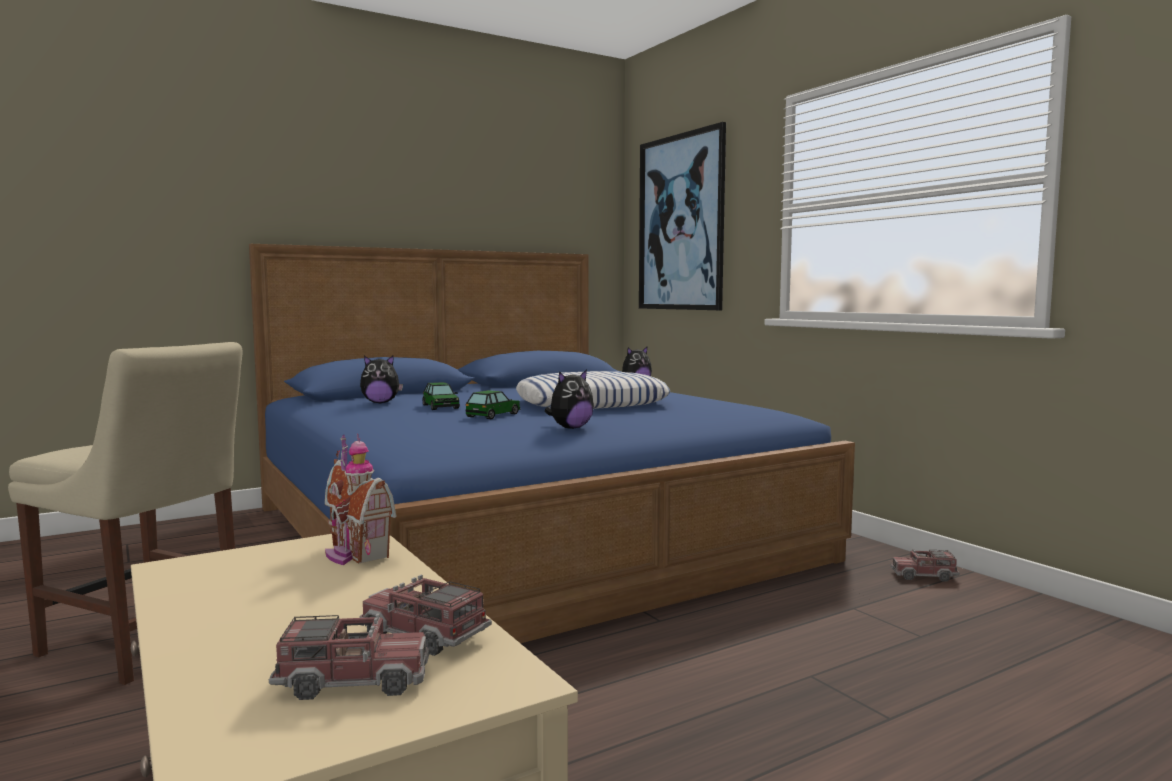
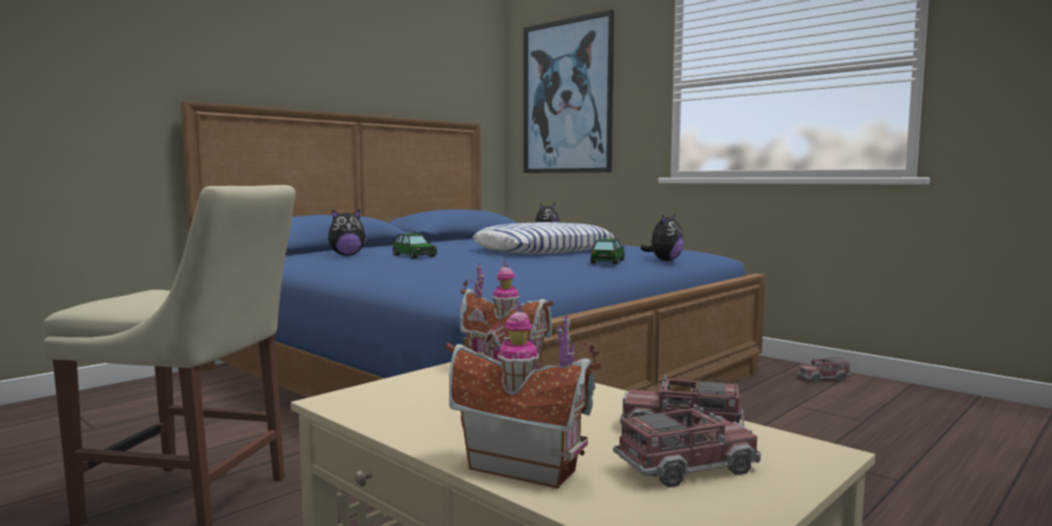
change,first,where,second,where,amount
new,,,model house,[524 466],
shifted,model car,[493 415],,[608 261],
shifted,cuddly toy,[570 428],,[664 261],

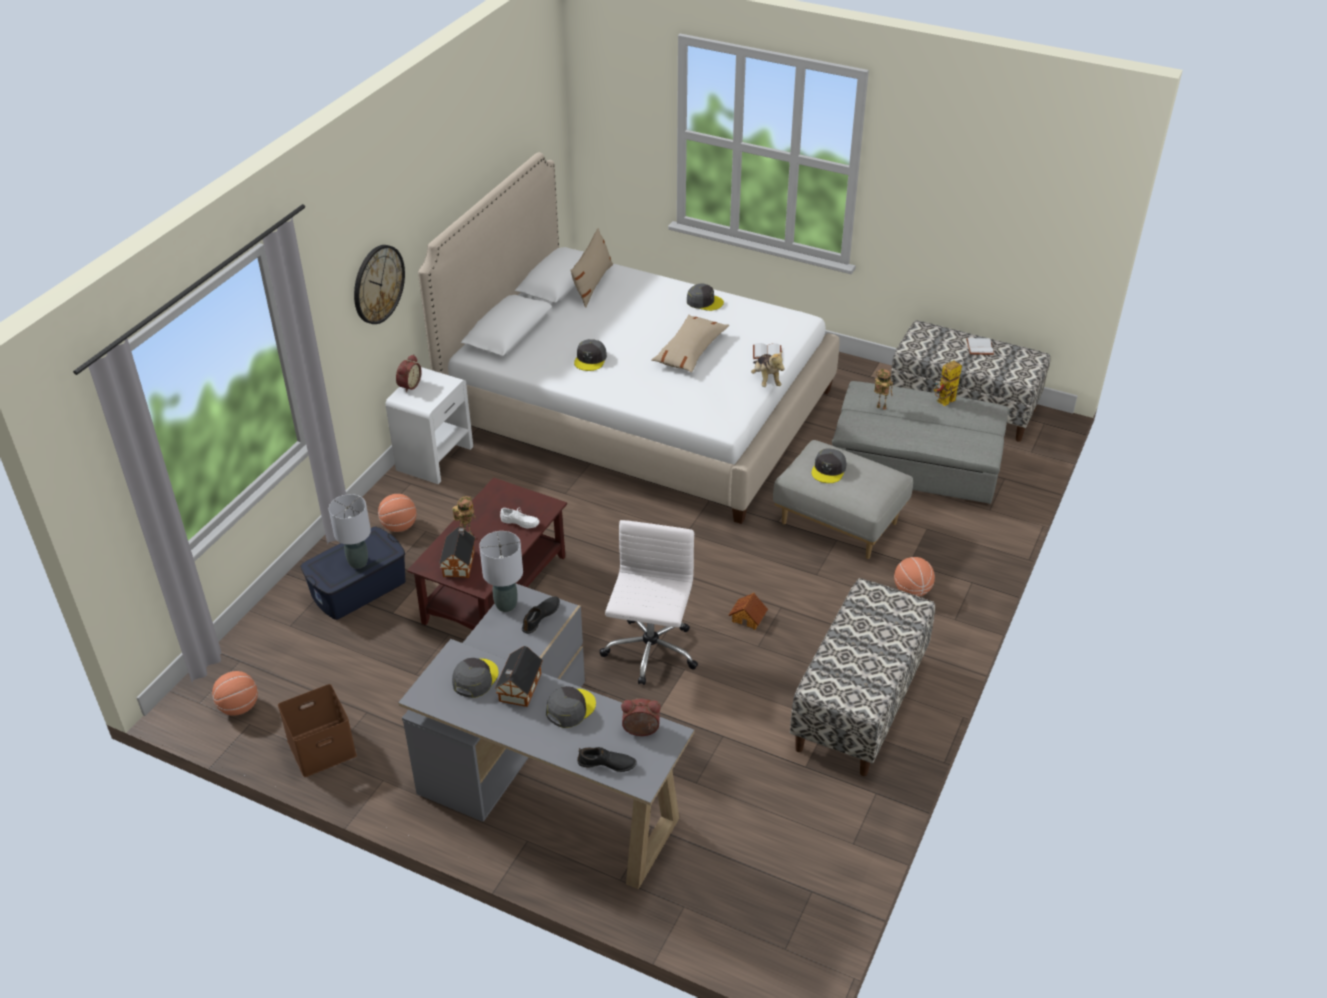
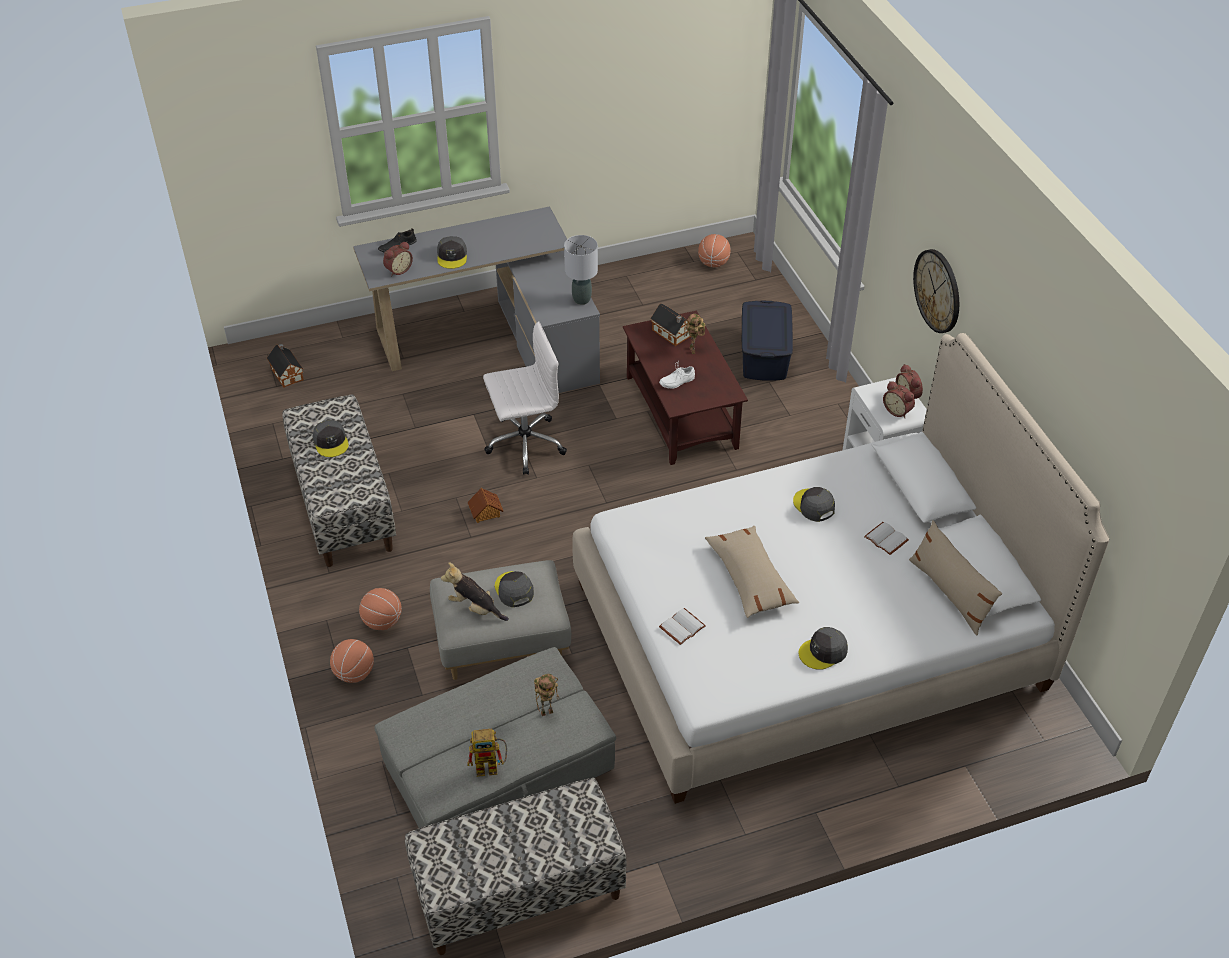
change,first,where,second,where,amount
gone,storage box in brown,[321 749],,,
gone,lamp for a table in greyish,[358 562],,,
gone,item of footwear in black,[541 617],,,
new,,,table clock,[898 410],
shifted,ball for basketball,[399 526],,[354 673],
shifted,peaked cap in greyish,[475 679],,[331 442],
shifted,model house,[519 689],,[287 373],
shifted,cuddly toy,[766 380],,[475 608],
shifted,volume in white,[978 347],,[887 539],
rotated,computer chair in white,[650 652],,[524 444],75 degrees counterclockwise
rotated,toy robot,[944 403],,[491 766],75 degrees clockwise

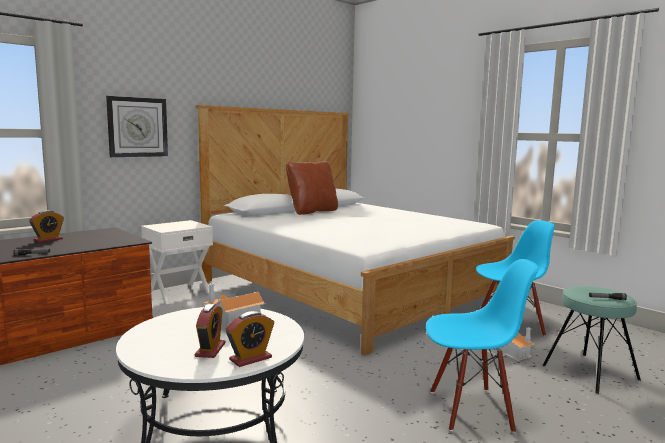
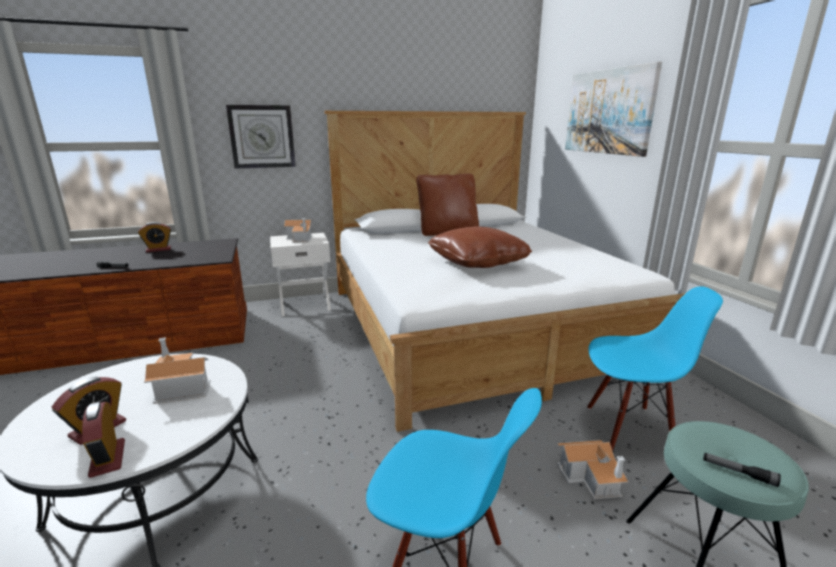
change,first,where,second,where,amount
new,,,model house,[301 238],
new,,,pillow in brown,[477 262],
new,,,wall art,[608 112],
rotated,table clock,[250 359],,[108 458],75 degrees clockwise

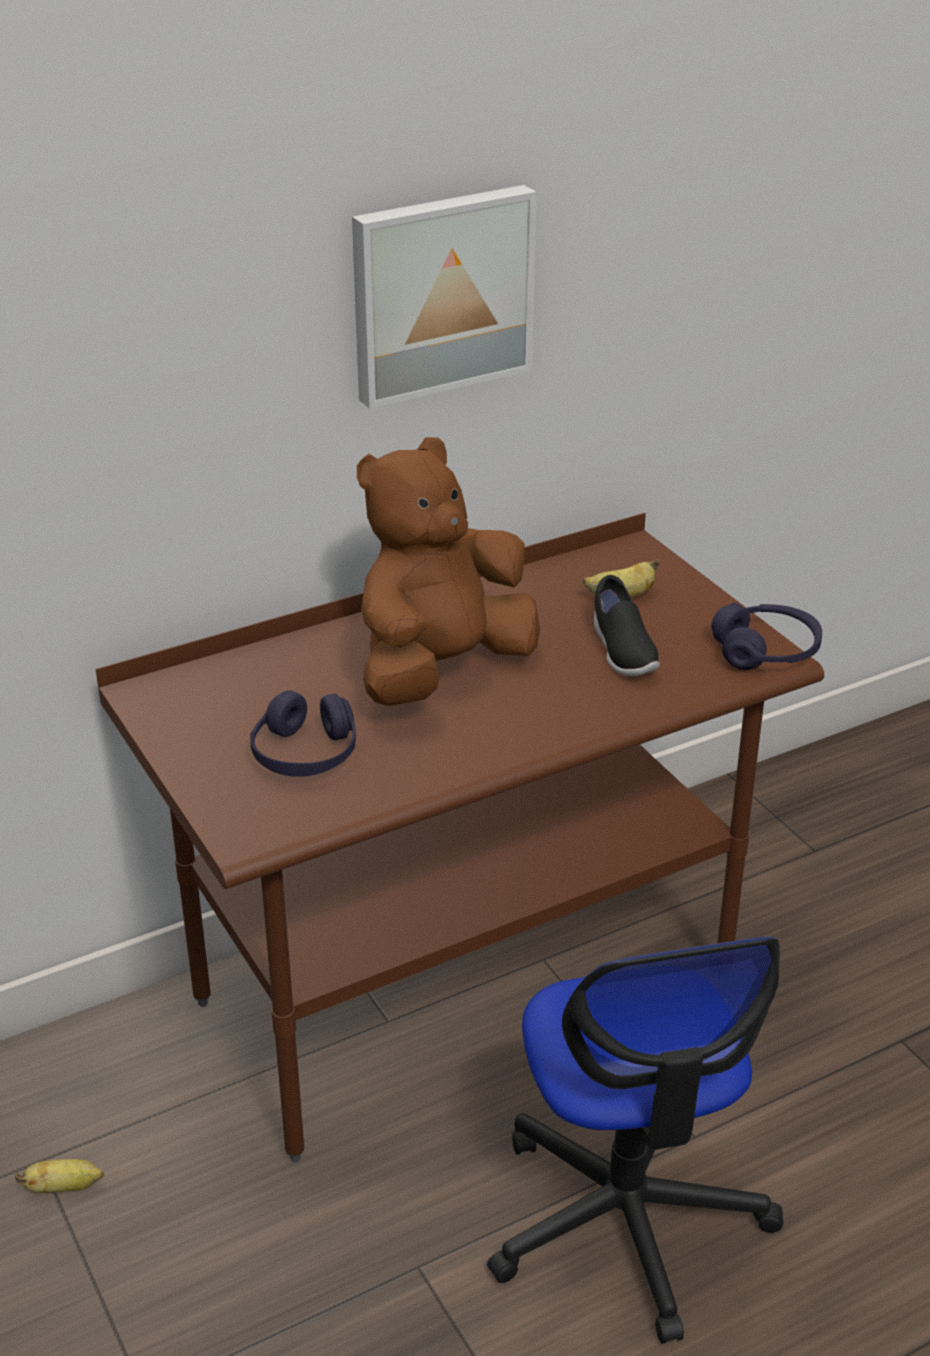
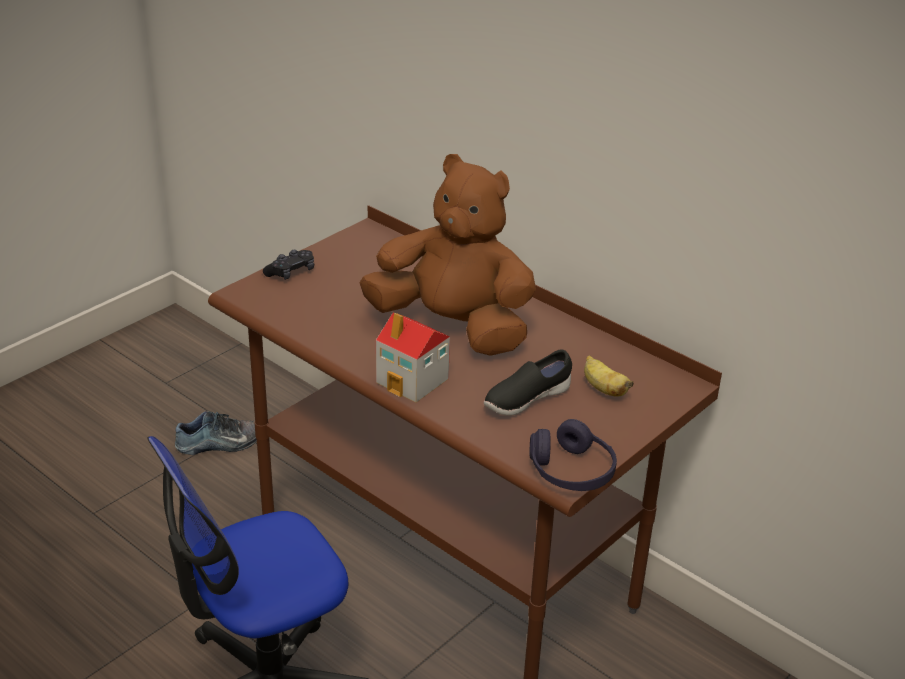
change,first,where,second,where,amount
gone,headphones in purplish,[305 754],,,
gone,wall art,[440 293],,,
new,,,game controller in black,[291 272],
new,,,model house,[413 381],
swapped,banana,[64 1188],item of footwear,[220 444],

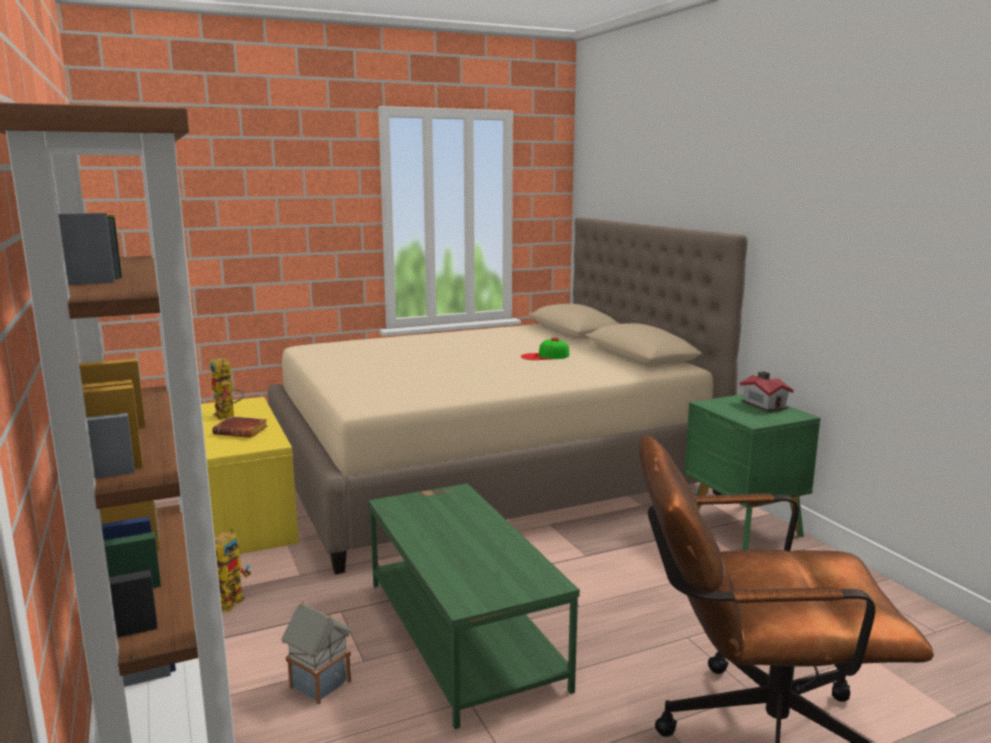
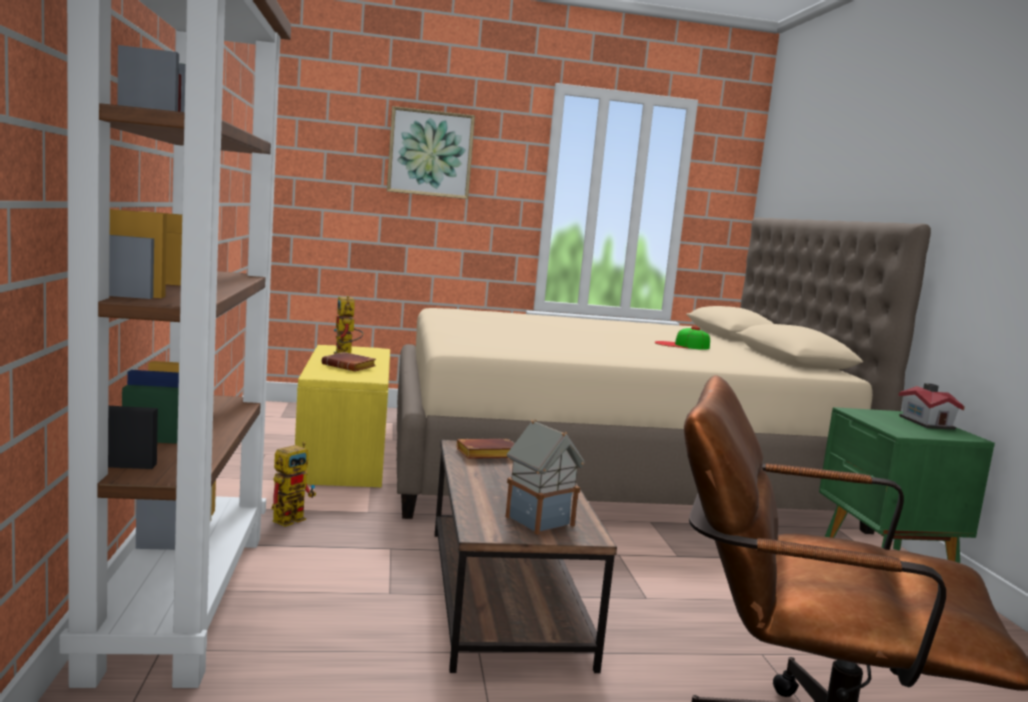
change,first,where,second,where,amount
new,,,wall art,[430 153],
new,,,volume in brown,[486 455],
shifted,model house,[319 684],,[538 520],
repainted,low table in green,[461 632],low table in brown,[502 592],

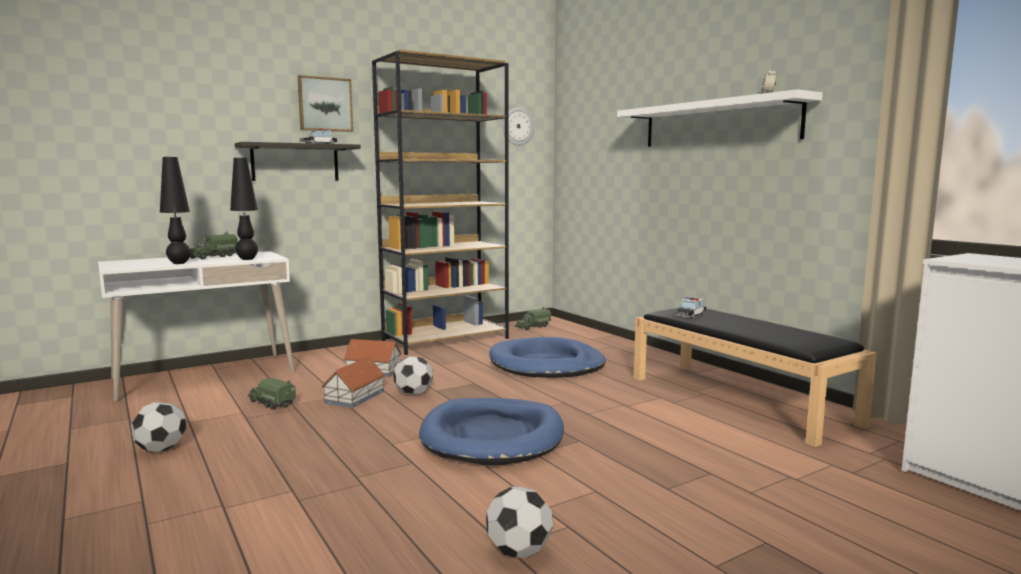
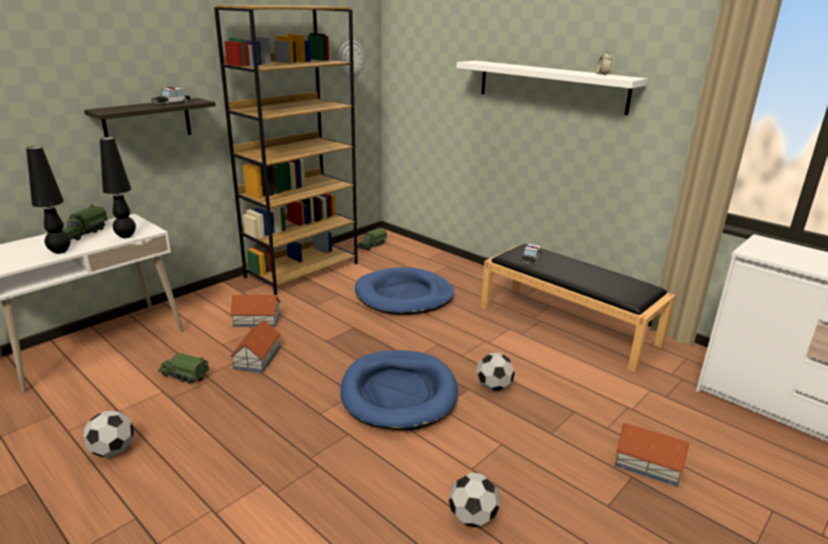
change,first,where,second,where,amount
gone,wall art,[325 104],,,
new,,,model house,[648 464],
shifted,football ball,[413 394],,[494 387],

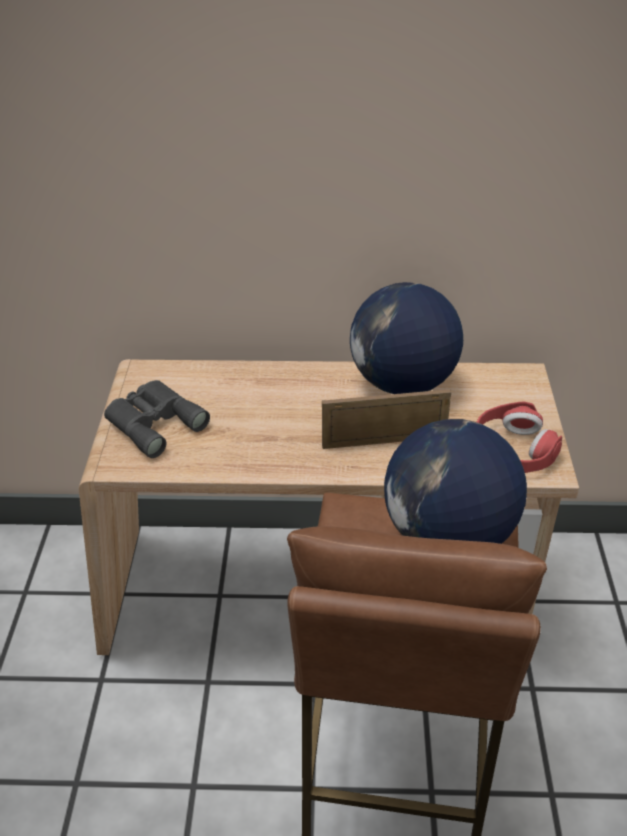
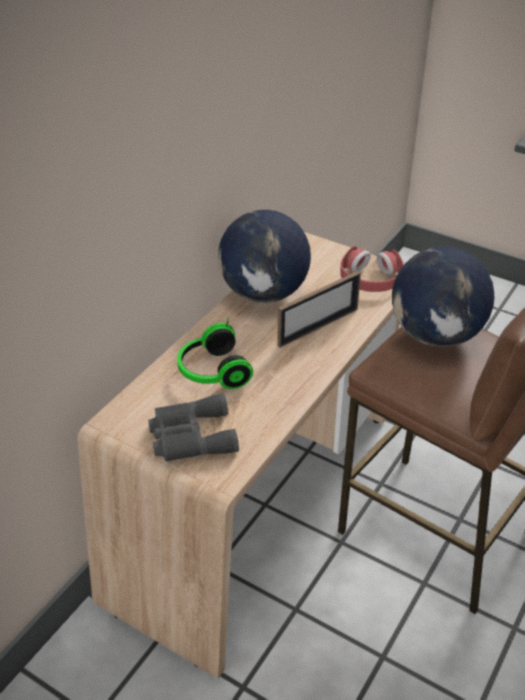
change,first,where,second,where,amount
new,,,headphones,[211 372],
rotated,standing frame,[384 441],,[318 327],150 degrees counterclockwise

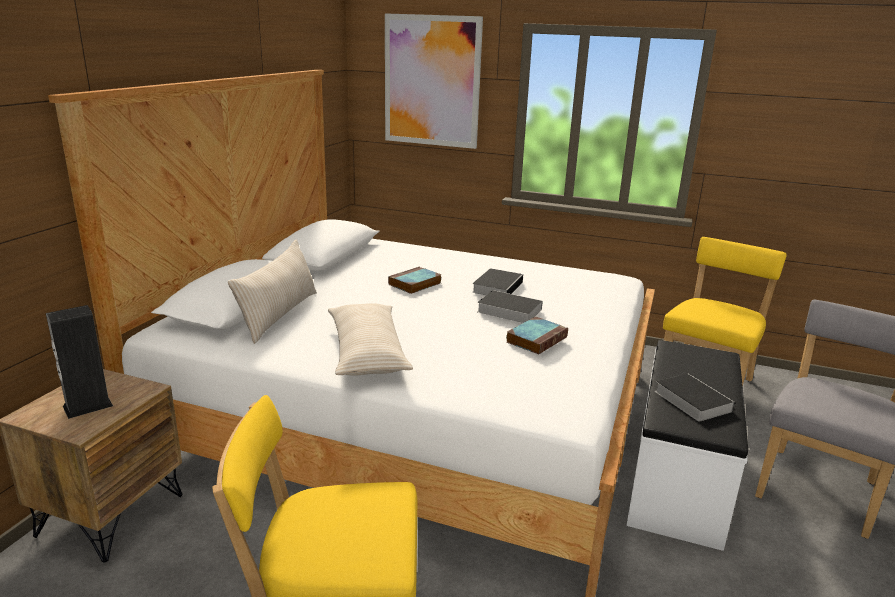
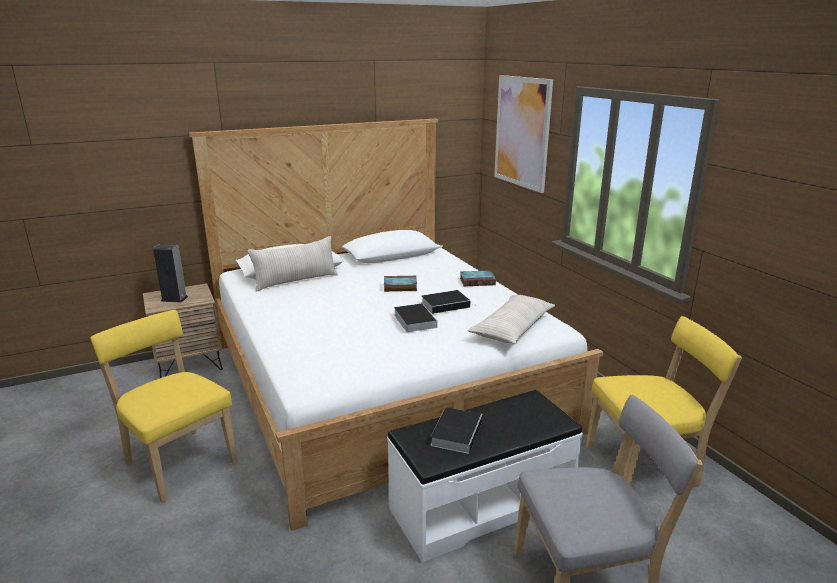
change,first,where,second,where,amount
shifted,pillow in sand-coloured,[367 352],,[512 328],
shifted,volume,[537 339],,[478 281],

